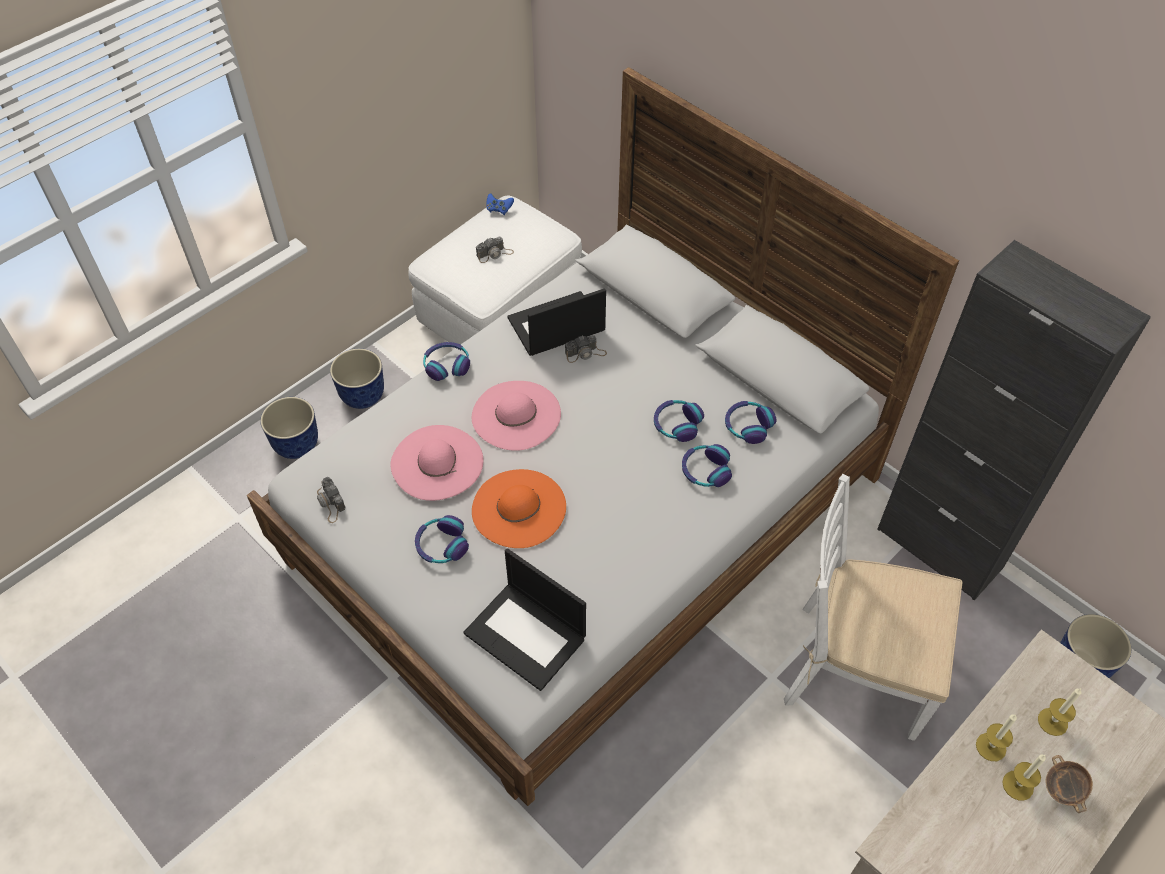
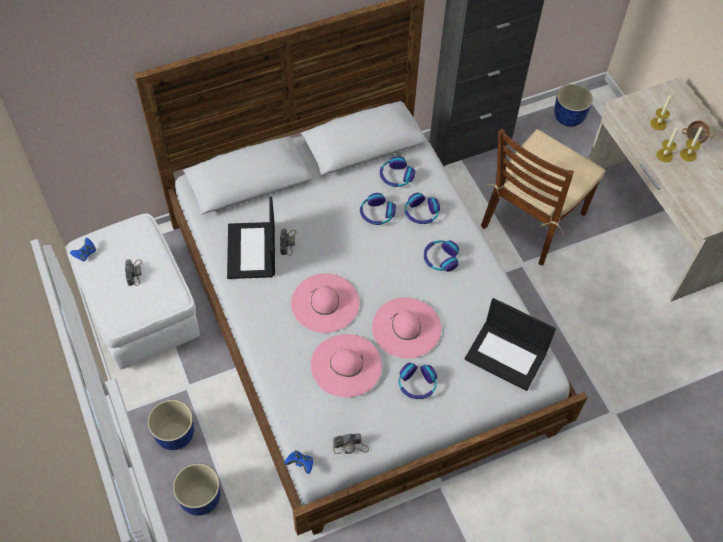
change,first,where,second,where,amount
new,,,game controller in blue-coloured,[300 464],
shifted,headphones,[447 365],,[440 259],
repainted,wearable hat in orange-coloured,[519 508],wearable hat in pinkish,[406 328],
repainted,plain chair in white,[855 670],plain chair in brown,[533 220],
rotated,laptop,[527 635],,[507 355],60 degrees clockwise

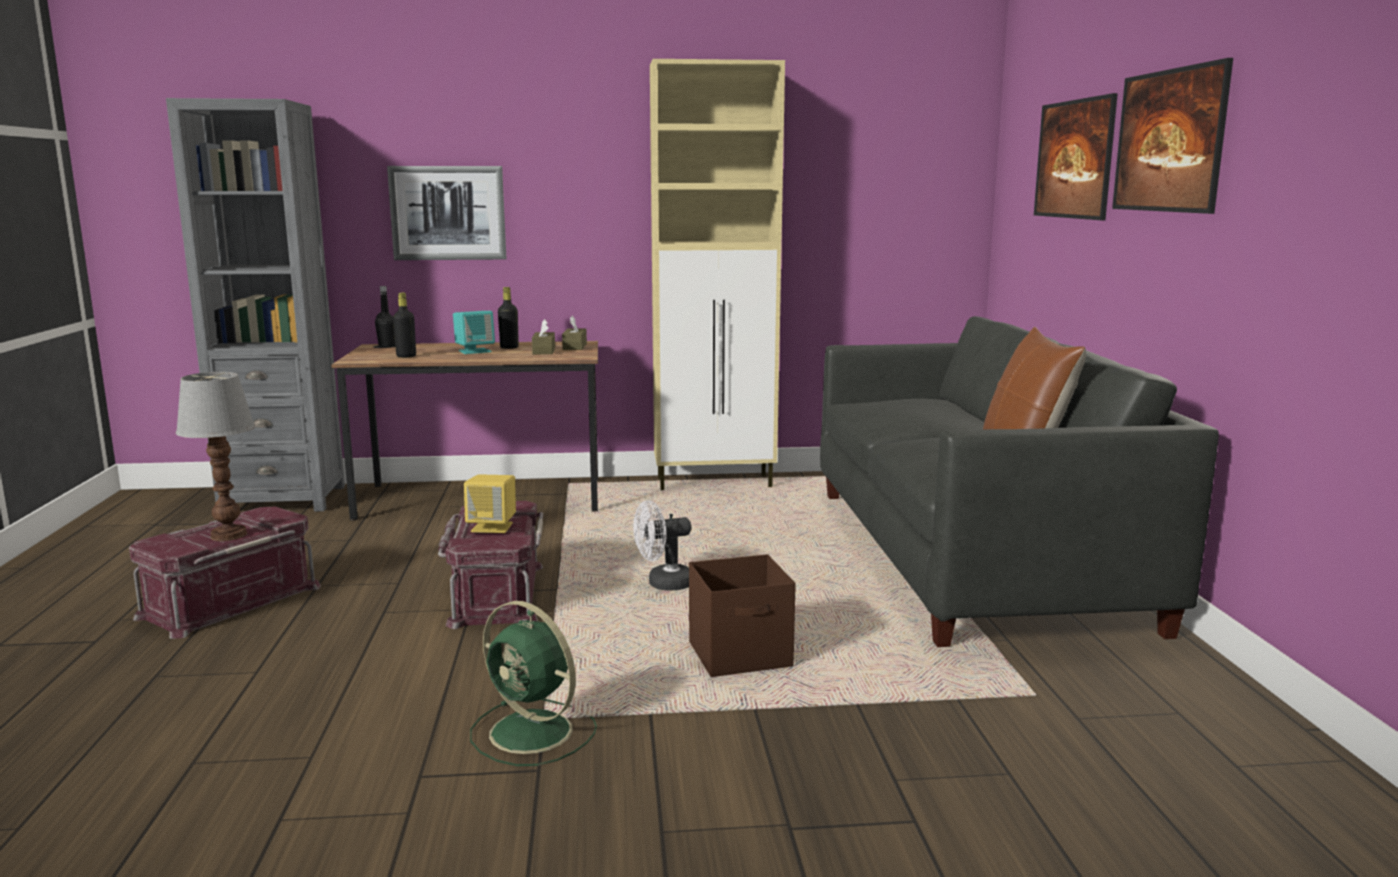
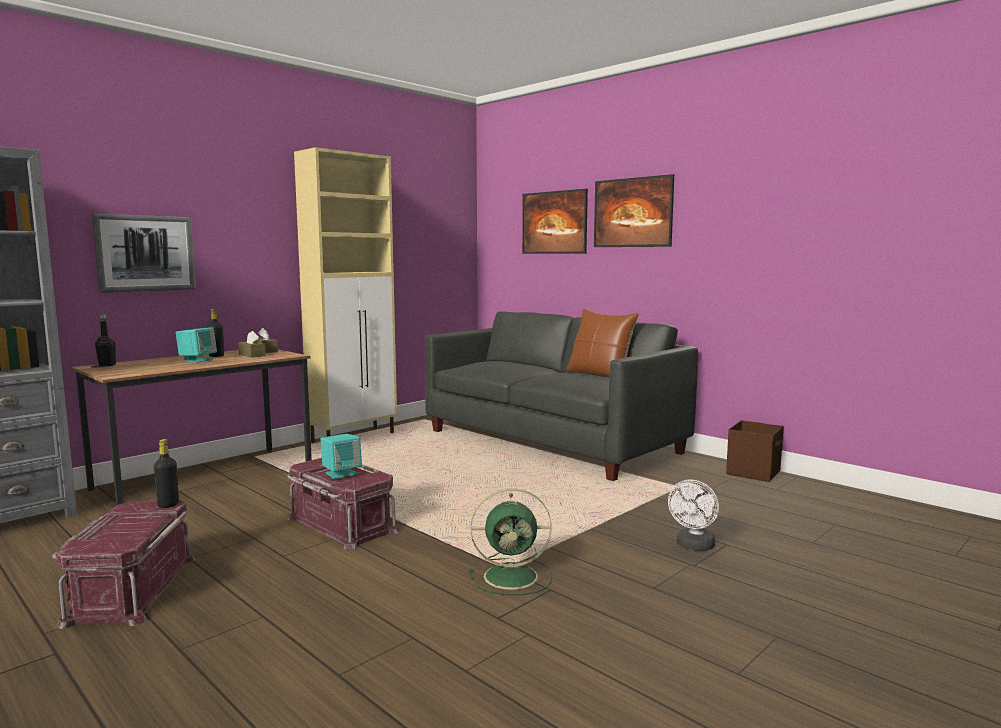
change,first,where,second,where,amount
gone,lamp for a table,[229 535],,,
shifted,drink bottle in black,[406 356],,[168 505],
shifted,cooling fan in white,[663 584],,[694 546],
shifted,storage box in brown,[741 655],,[754 472],
repainted,speaker in yellowish,[492 527],speaker in turquoise-coloured,[341 473],

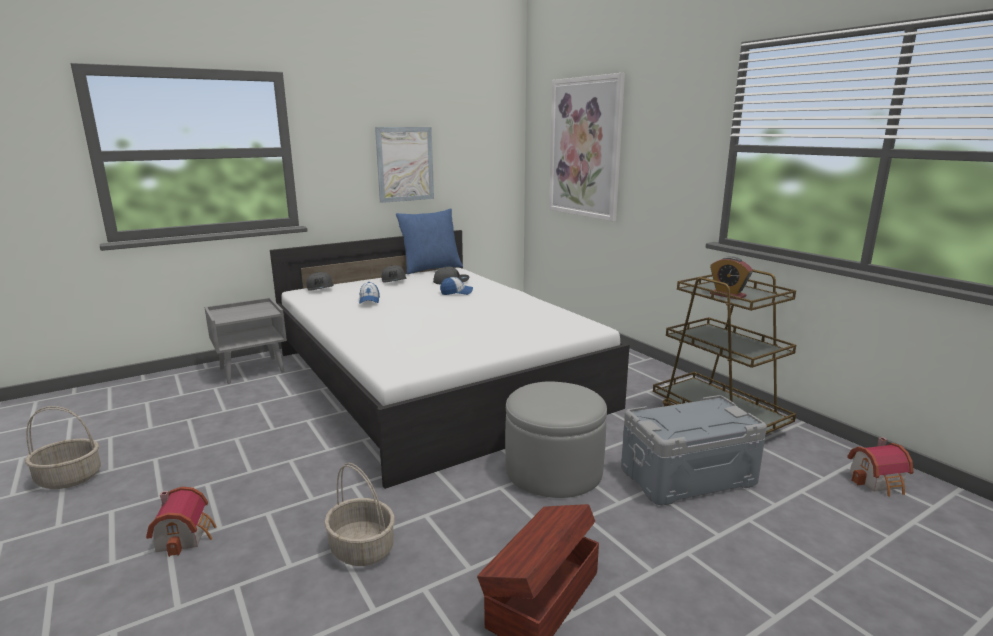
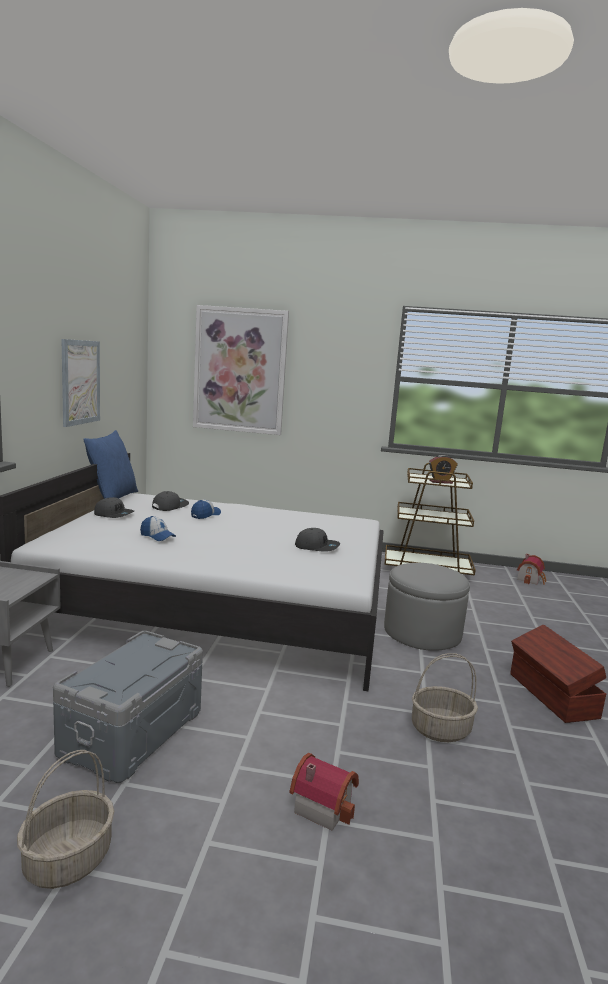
change,first,where,second,where,amount
shifted,peaked cap in greyish,[320 288],,[317 547],
shifted,storage box in greyish,[688 477],,[134 733],

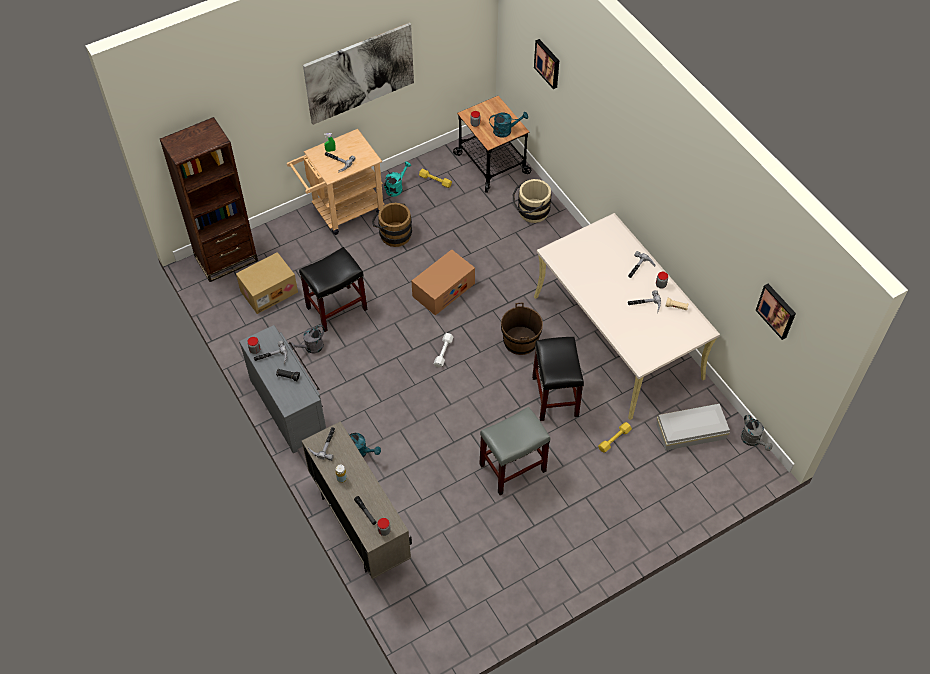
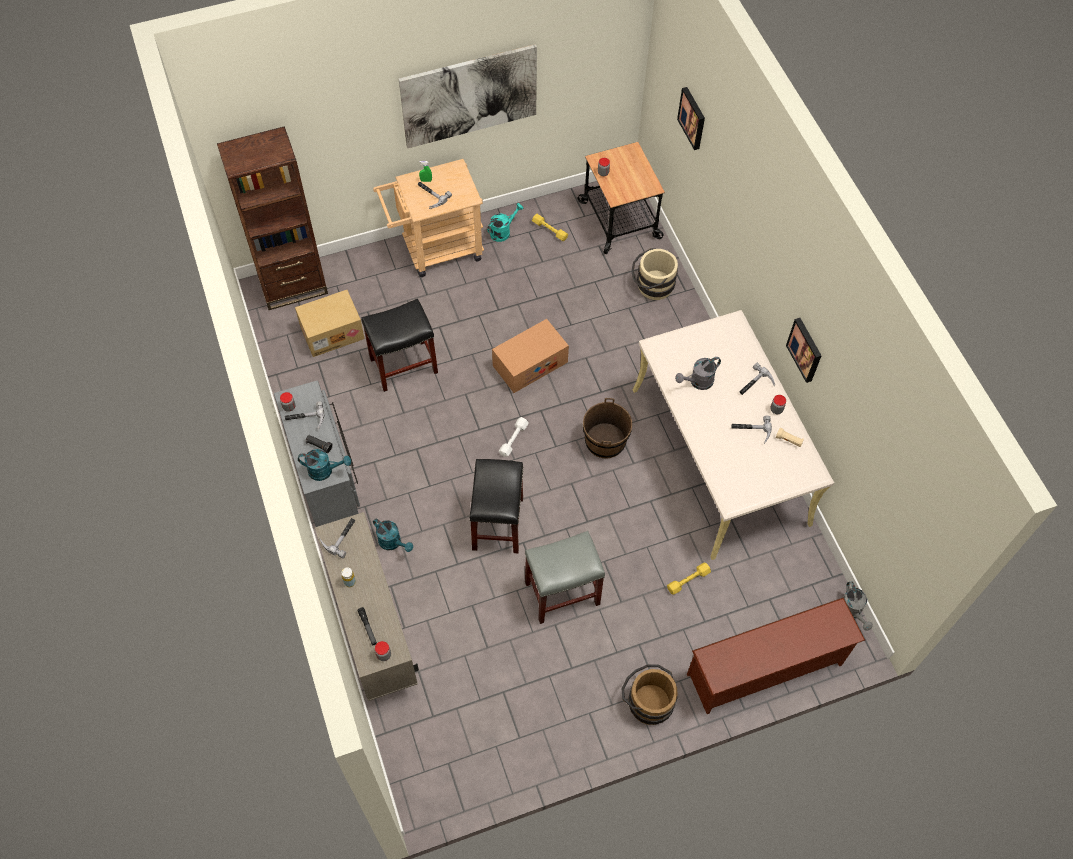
change,first,where,second,where,amount
gone,storage box in white,[692 432],,,
new,,,shoe rack in brown,[765 671],
shifted,watering pot in greyish,[311 348],,[698 382],
shifted,pail in brown,[393 233],,[647 701],
shifted,watering pot in turquoise-coloured,[506 131],,[325 470],
shifted,sitting stool in black,[554 396],,[497 523],
shifted,wall art,[777 310],,[805 349],

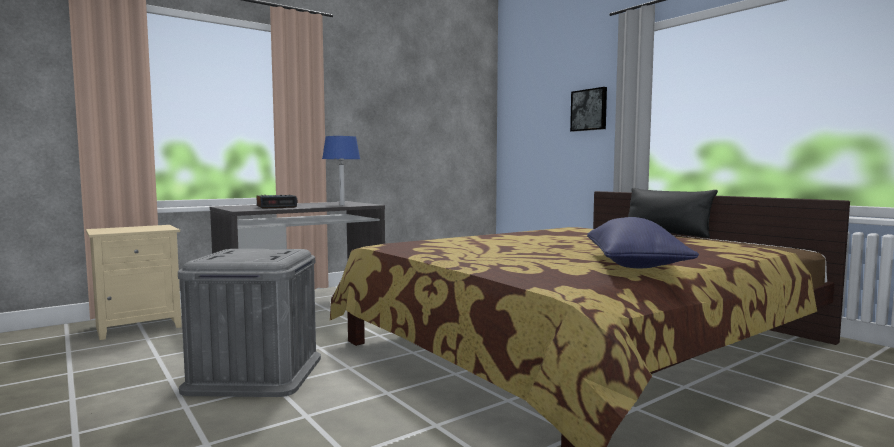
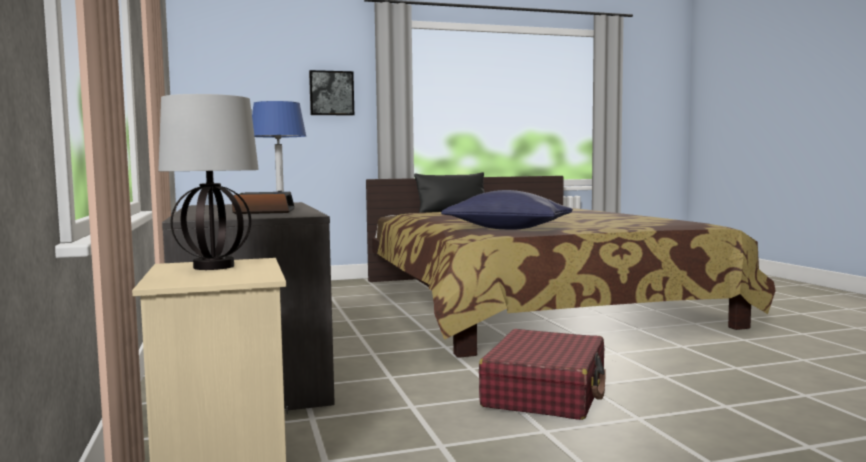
change,first,where,second,where,amount
new,,,lamp for a table,[214 267],
shifted,pillow in blue-coloured,[634 265],,[507 228],
swapped,storage box in greyish,[255 373],suitcase in reddish,[546 392],

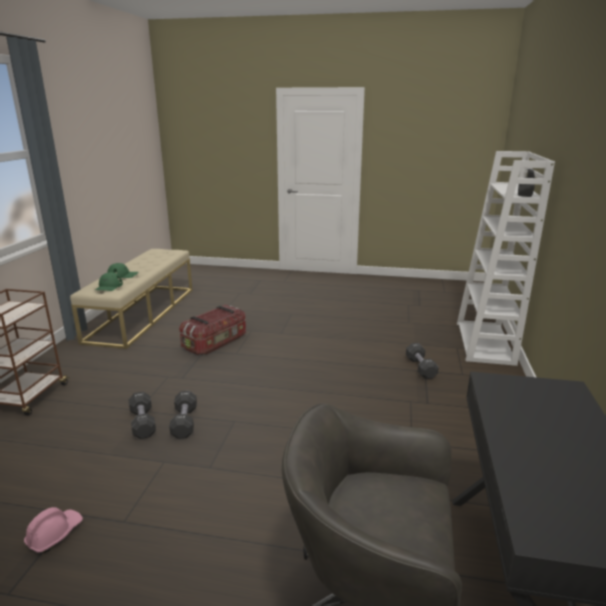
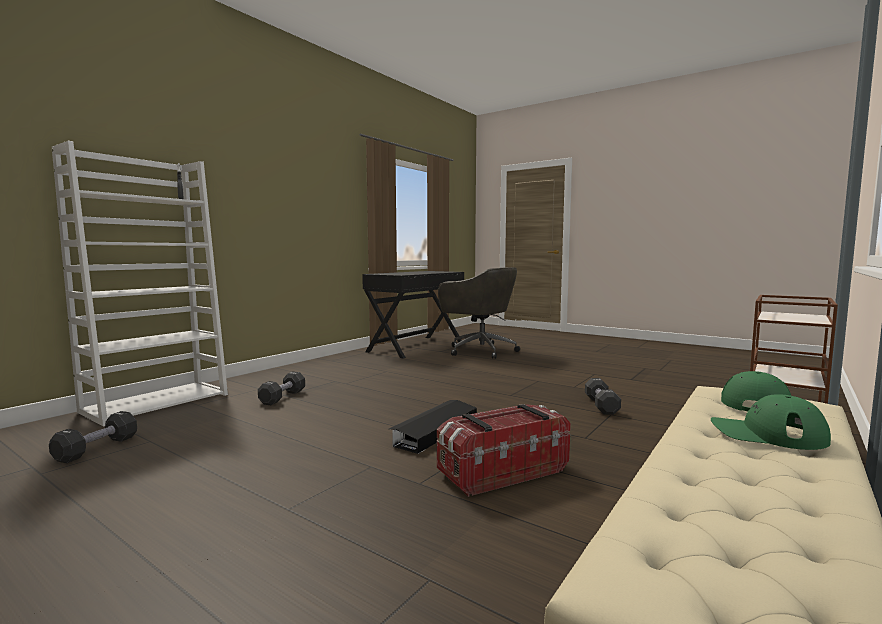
change,first,where,second,where,amount
gone,safety helmet in pinkish,[54 534],,,
new,,,storage box in black,[435 432],
shifted,dumbbell in black,[184 422],,[97 448],

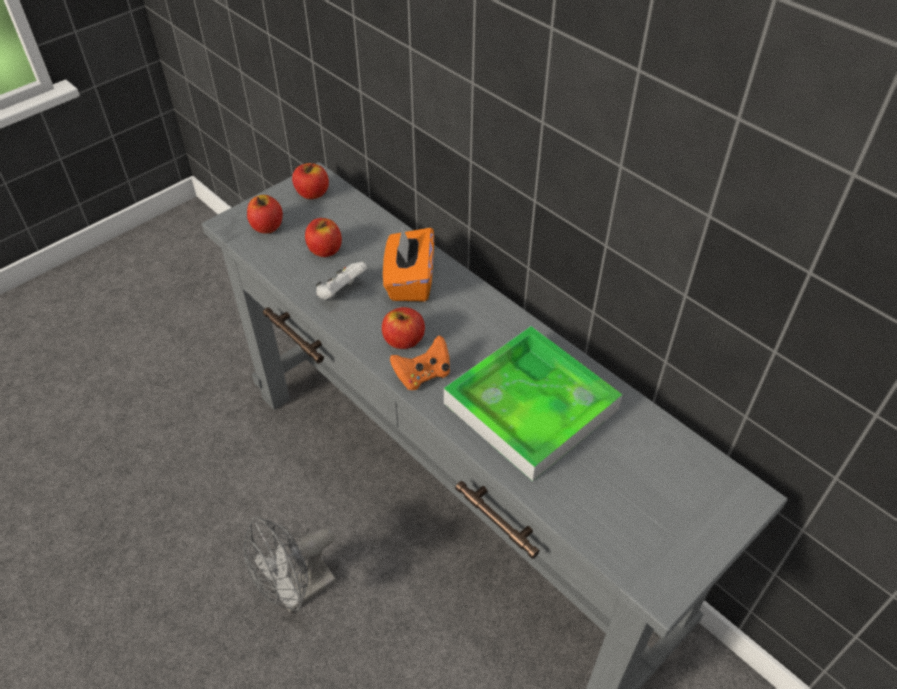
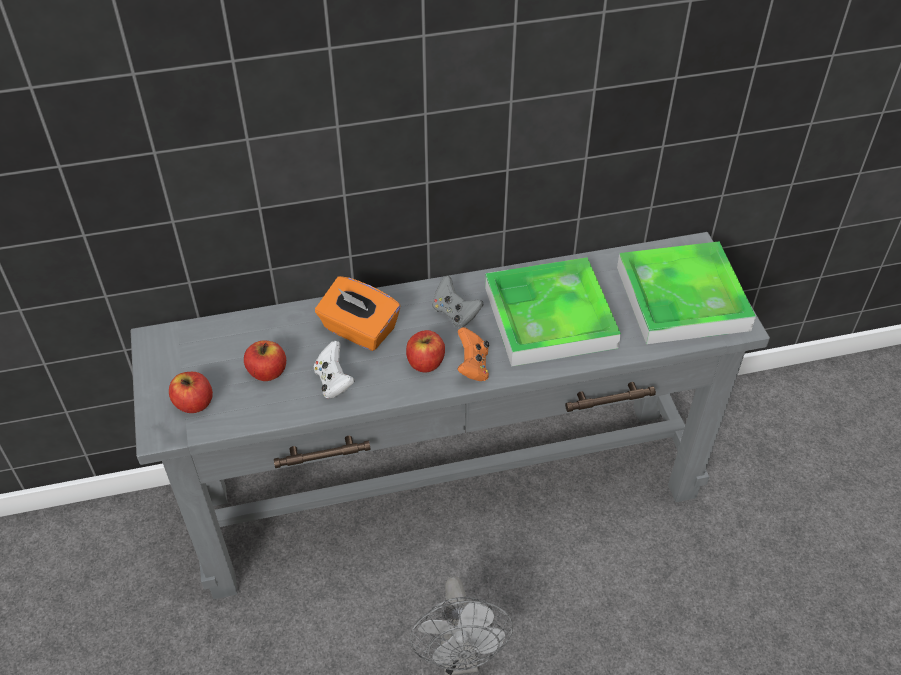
change,first,where,second,where,amount
gone,apple fruit,[312 193],,,
new,,,game controller in greyish,[455 313],
new,,,tray,[682 298],

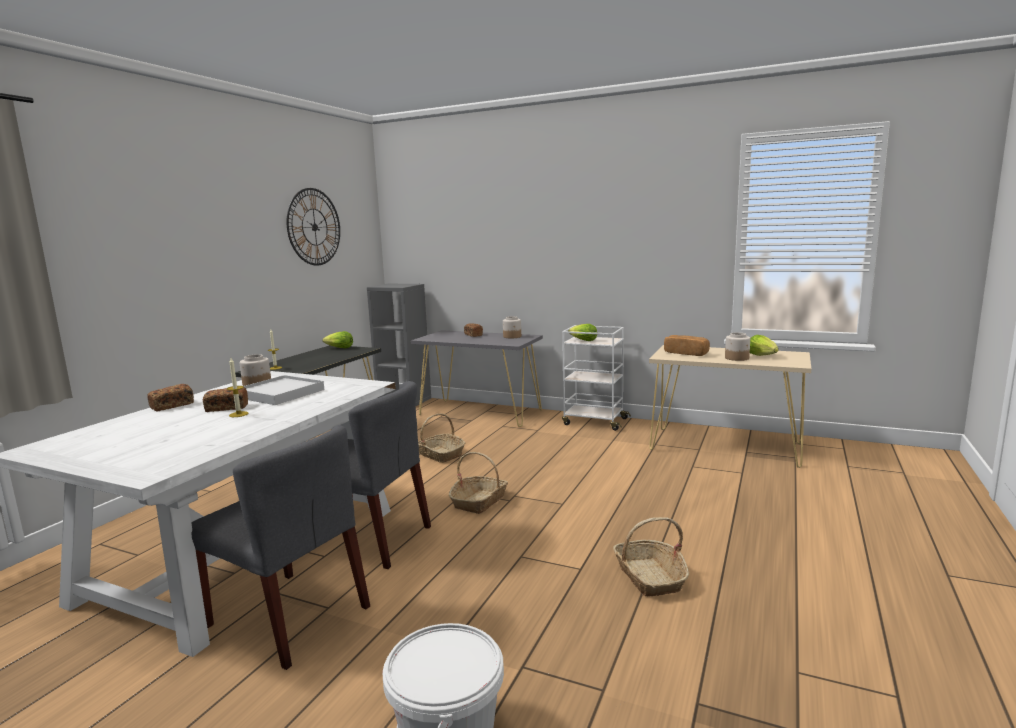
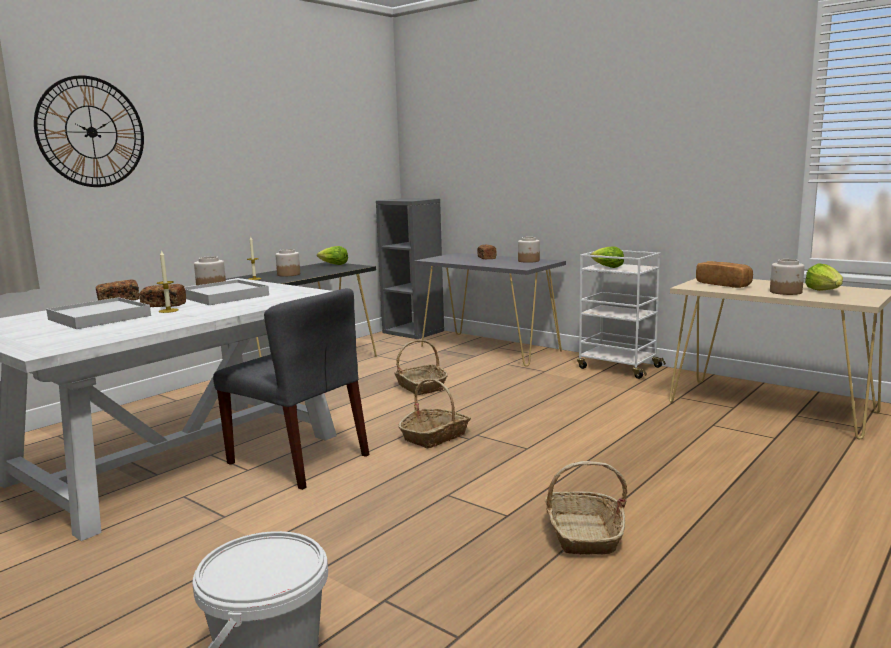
change,first,where,second,where,amount
gone,plain chair in greyish,[289 616],,,
new,,,tray in white,[100 317],
new,,,jar,[288 274],
shifted,wall clock,[314 227],,[91 132],

